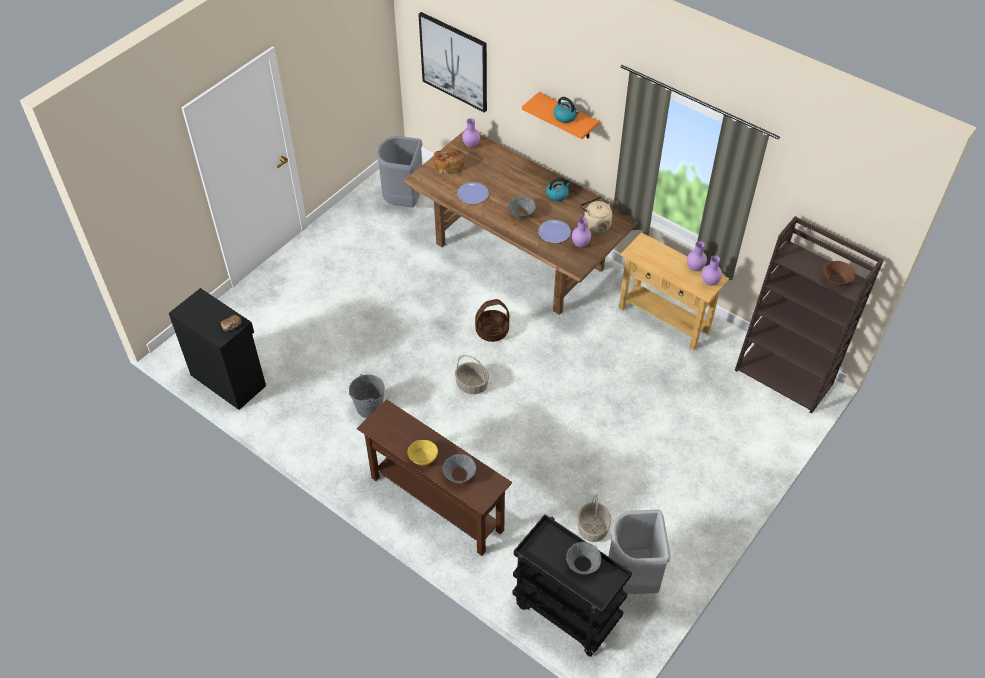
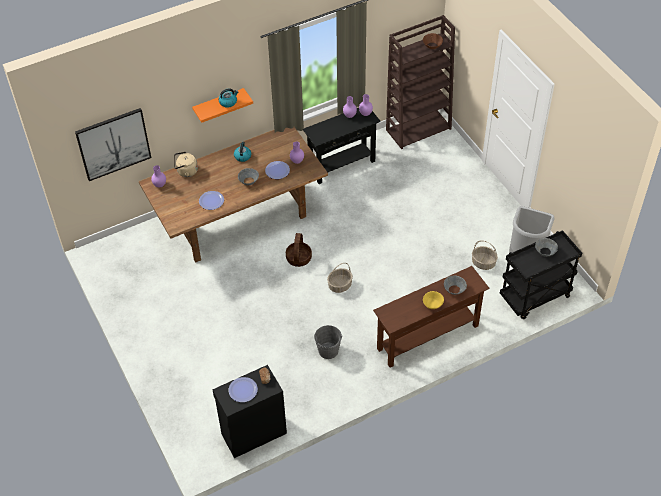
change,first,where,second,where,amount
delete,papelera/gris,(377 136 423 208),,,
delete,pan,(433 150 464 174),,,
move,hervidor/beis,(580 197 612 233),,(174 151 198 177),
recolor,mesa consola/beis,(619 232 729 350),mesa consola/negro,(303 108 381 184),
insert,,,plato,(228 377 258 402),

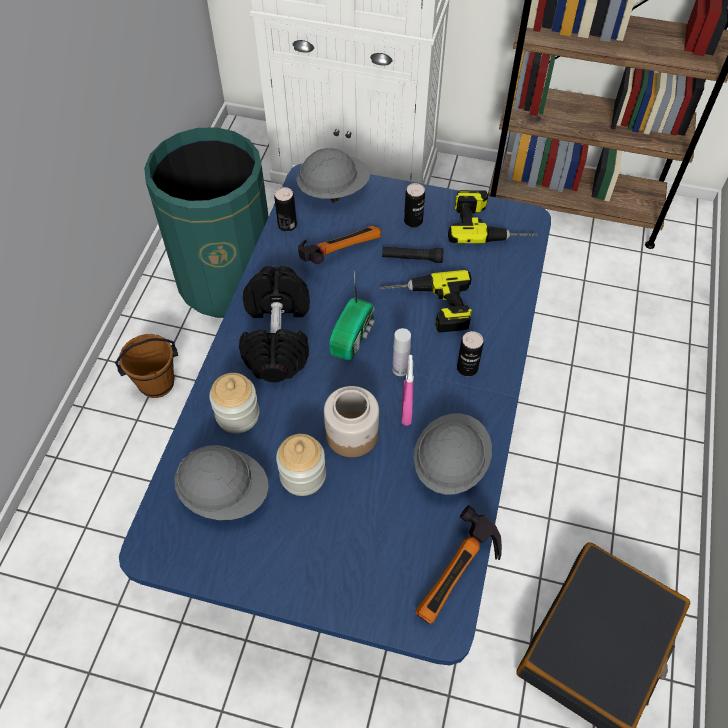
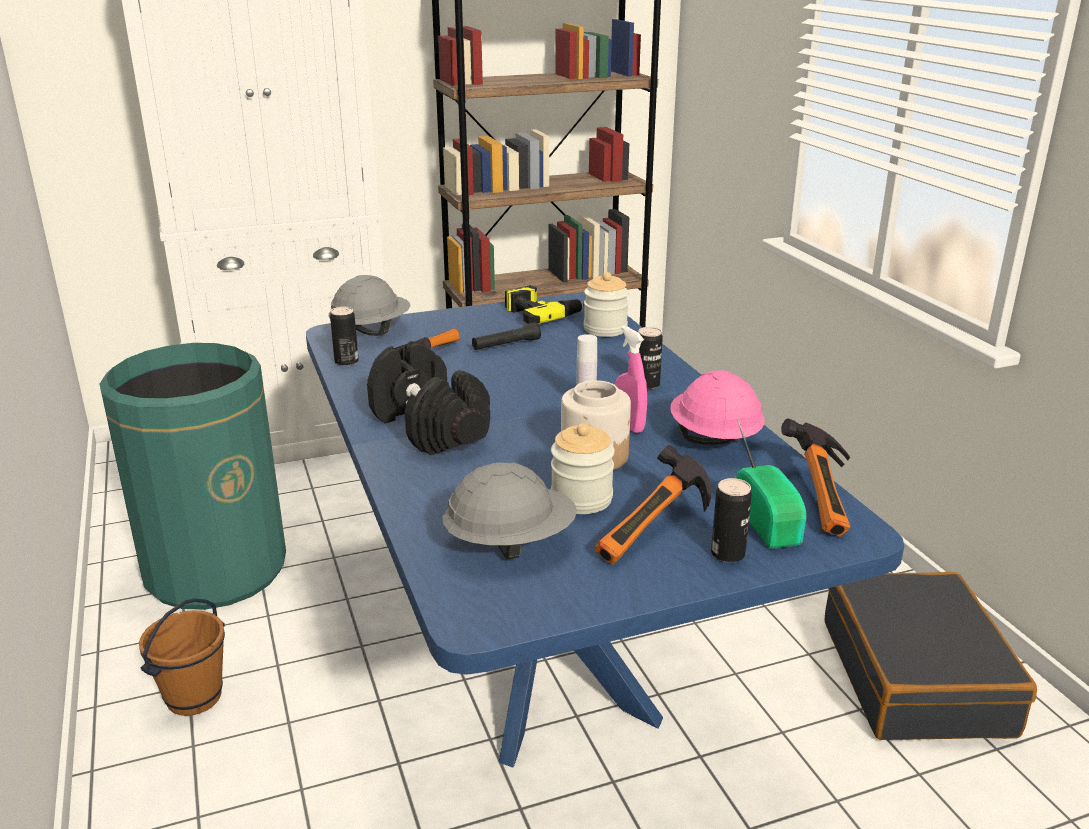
change,first,where,second,where,amount
move,lata,(404 183 425 227),,(711 478 752 563),
delete,taladro,(379 270 472 333),,,
move,radio,(329 272 375 361),,(735 420 806 549),
move,tarro,(209 373 260 433),,(584 272 629 337),
recolor,casco/gris,(414 413 492 495),casco/rosa,(670 370 765 445),
insert,,,martillo,(596 445 711 564),

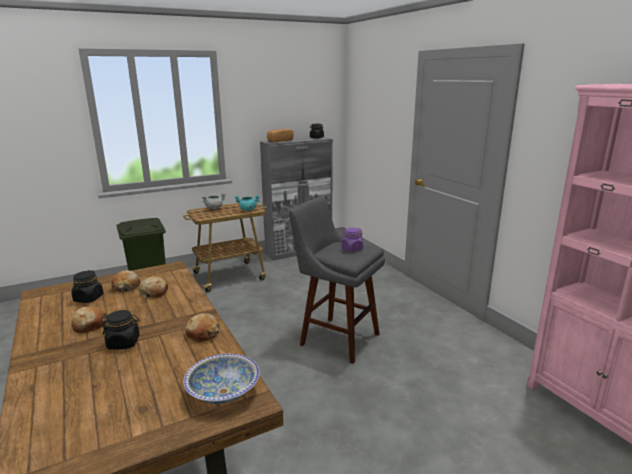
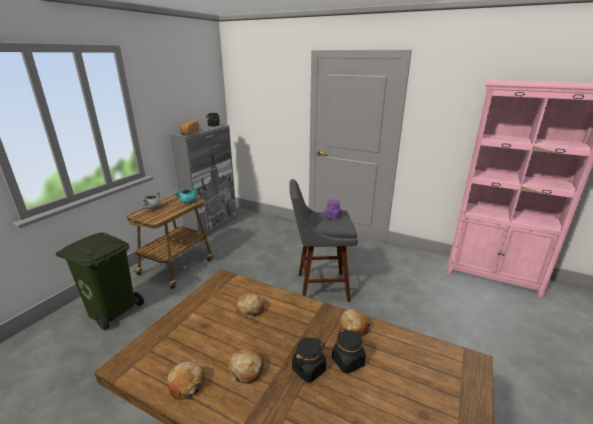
change,first,where,second,where,amount
move,tarro/negro,(71 270 103 303),,(332 329 366 373),
move,pan,(111 270 141 292),,(167 362 205 400),
delete,cuenco,(183 354 260 404),,,

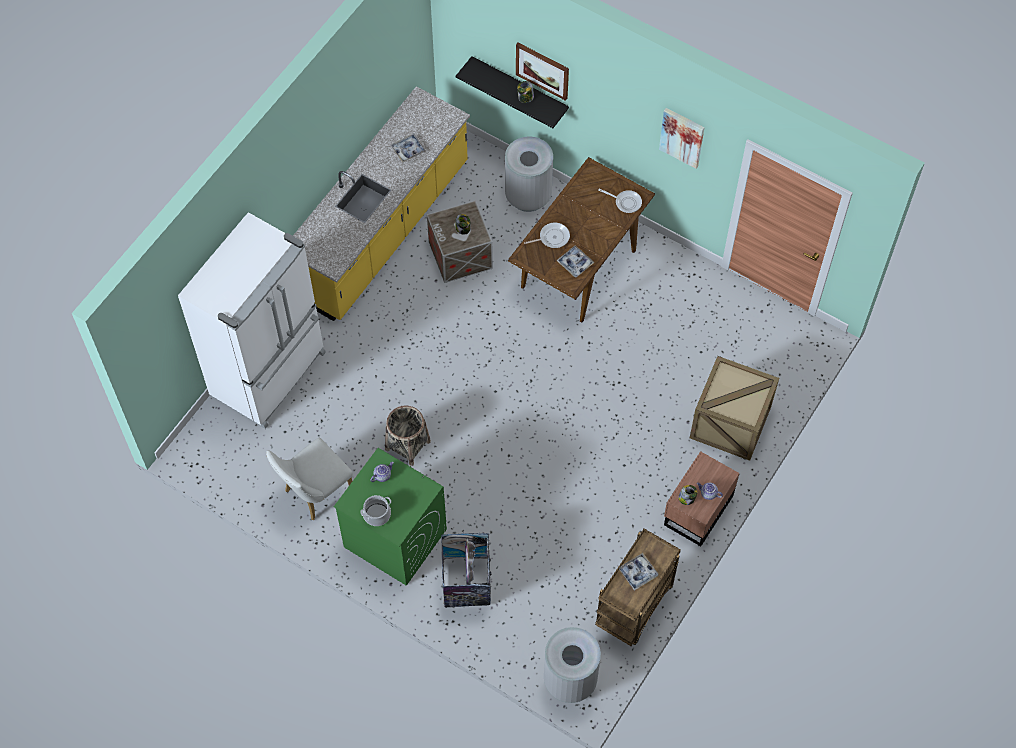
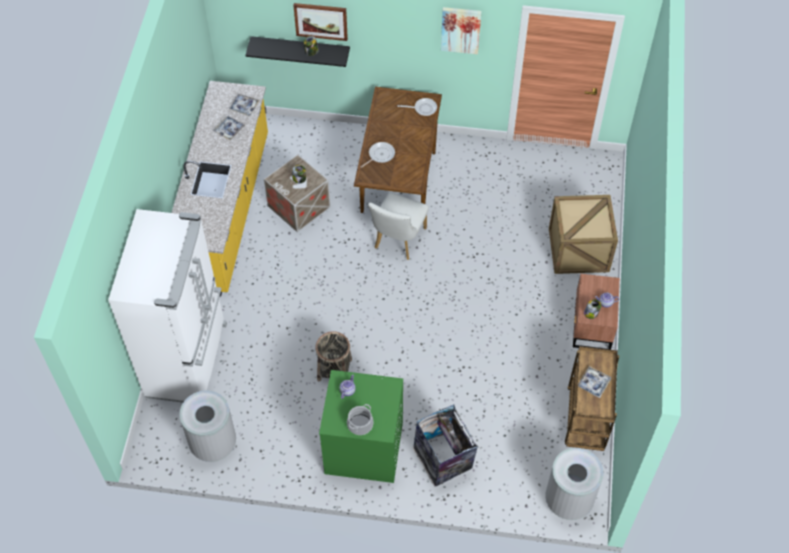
change,first,where,second,where,amount
move,papelera/gris,(505 137 553 212),,(179 390 236 462),
move,bandeja,(556 246 595 277),,(229 94 260 116),
move,silla/blanco,(266 438 353 520),,(368 193 429 260),

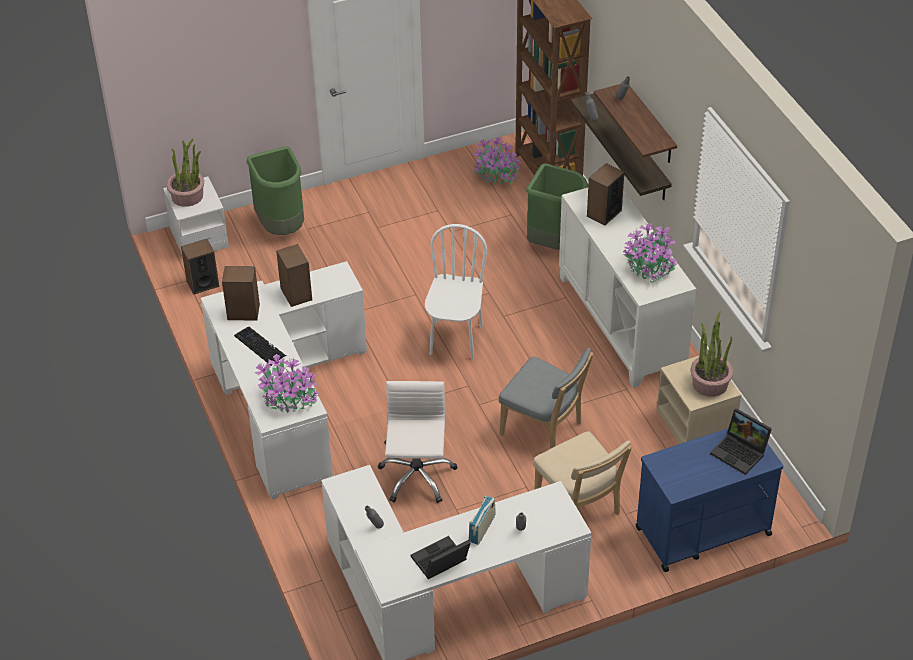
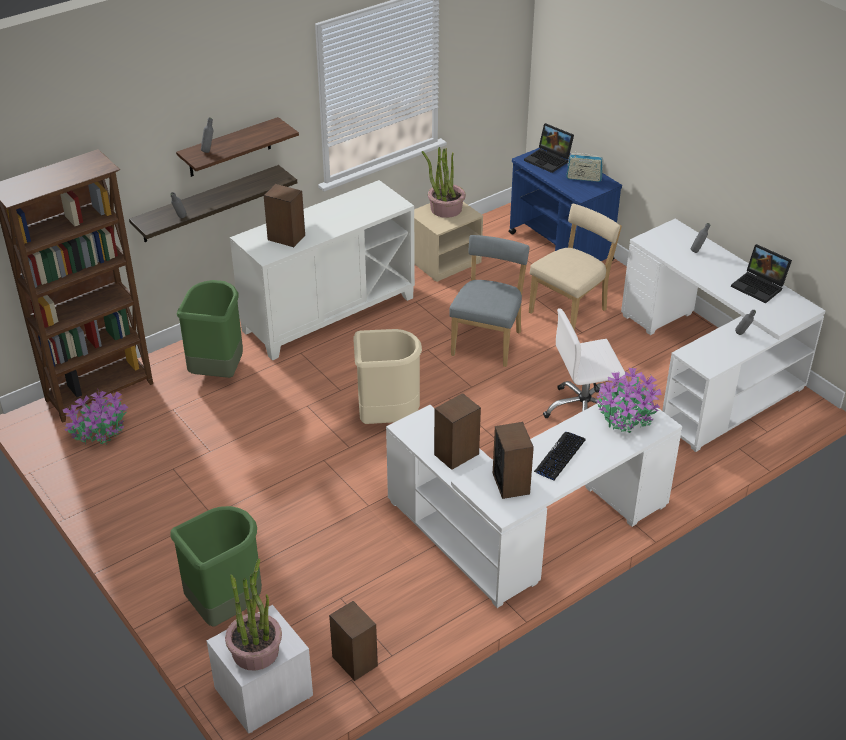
change,first,where,second,where,amount
delete,planta en maceta,(623 222 678 283),,,
replace,silla/blanco,(425 224 487 360),papelera/beis,(353 329 422 424),
rotate,portátil,(710 408 772 475),,(524 123 574 173),105 degrees clockwise
move,radio,(469 496 496 545),,(566 151 603 182),

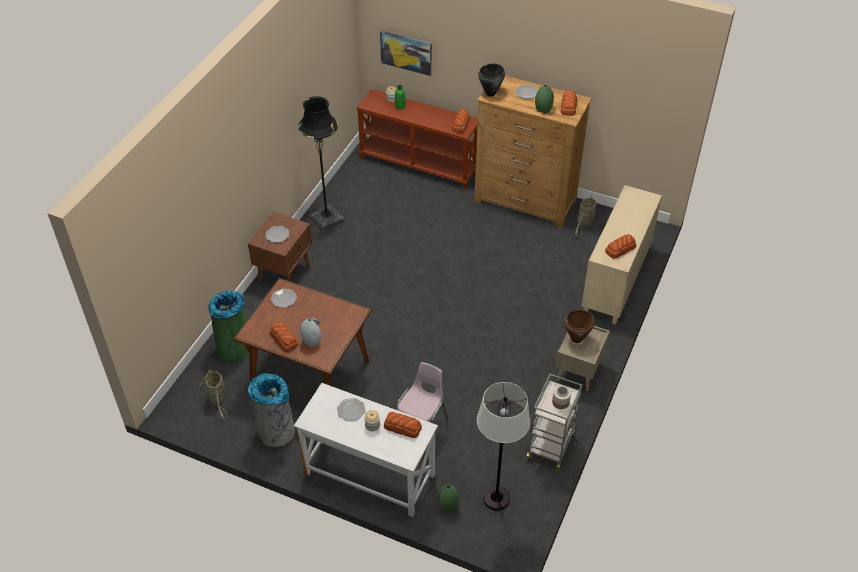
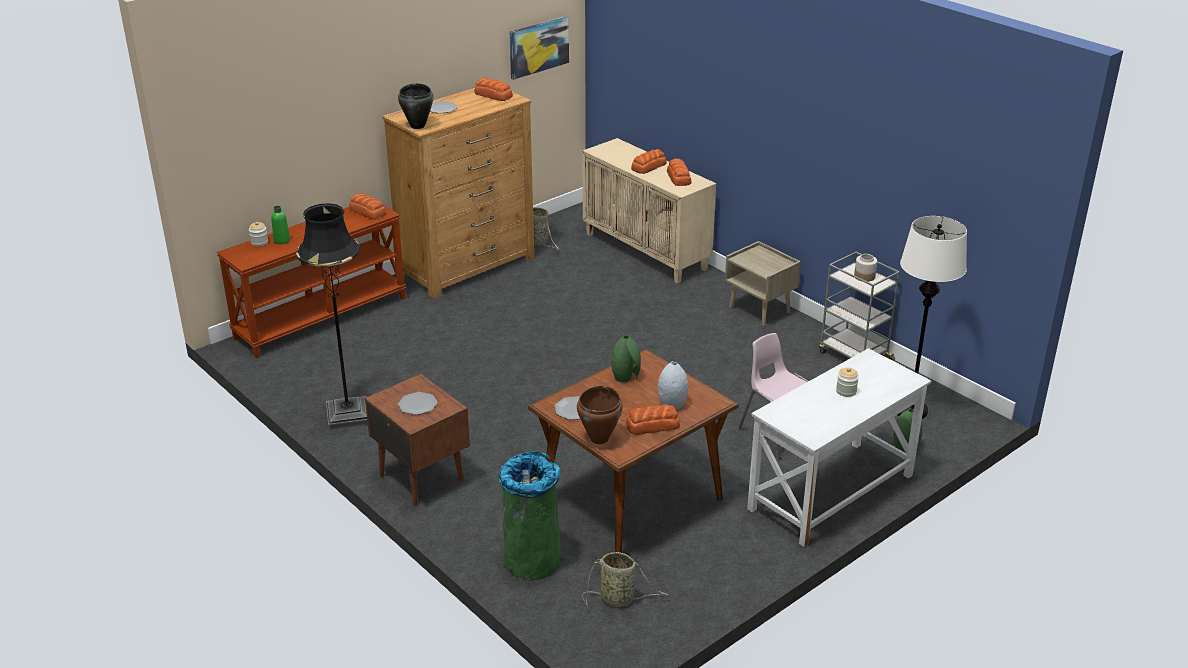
change,first,where,second,where,amount
move,cuadro,(380 31 432 76),,(509 16 569 80),
move,florero/verde,(535 85 554 114),,(611 336 641 382),
move,olla/marrón,(564 310 595 343),,(577 386 623 444),
delete,papelera/gris,(248 373 295 447),,,
delete,plato,(337 398 366 421),,,
move,pan,(384 412 422 438),,(631 149 667 174),

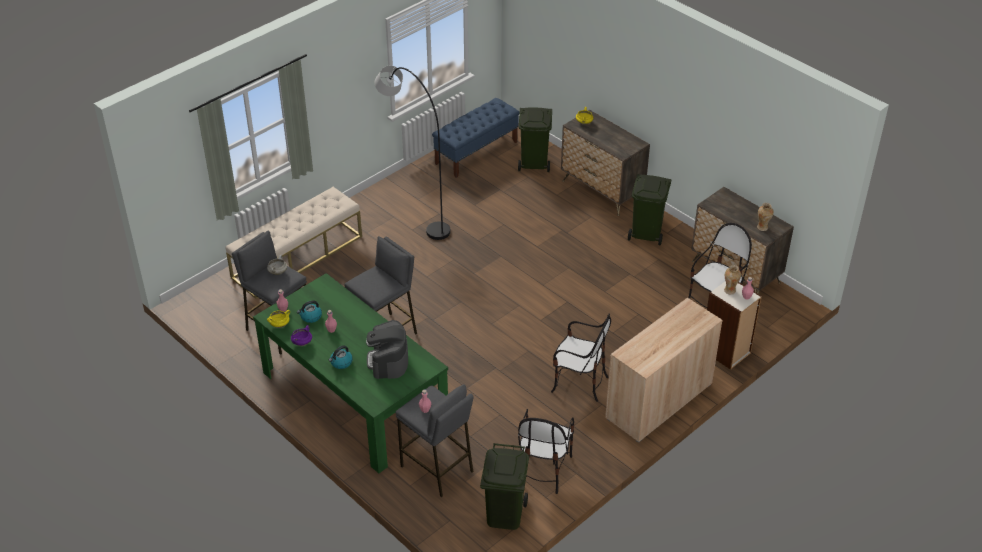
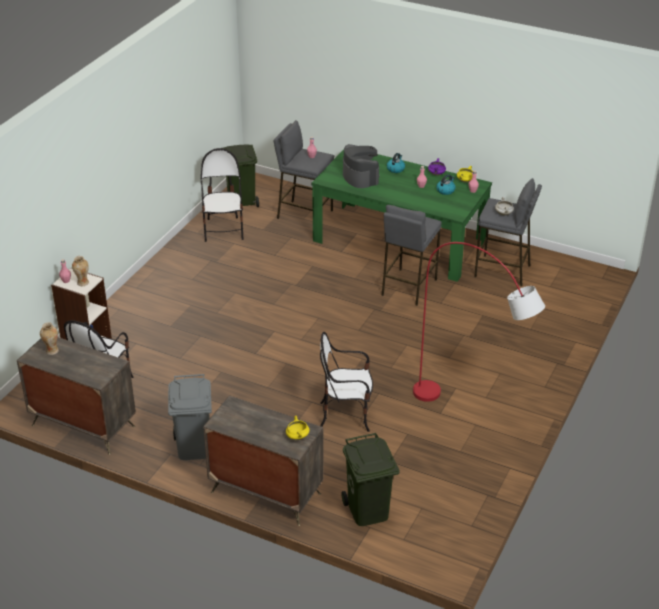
change,first,where,second,where,amount
recolor,lámpara de pie/negro,(375 66 450 240),lámpara de pie/rojo,(413 242 545 402),
delete,banco/azul,(432 98 520 178),,,
recolor,papelera/verde,(628 174 672 245),papelera/gris,(168 374 212 460),
delete,banco/beis,(225 187 362 299),,,
delete,armario/beis,(605 298 723 443),,,
move,silla,(551 314 611 402),,(320 332 373 432),

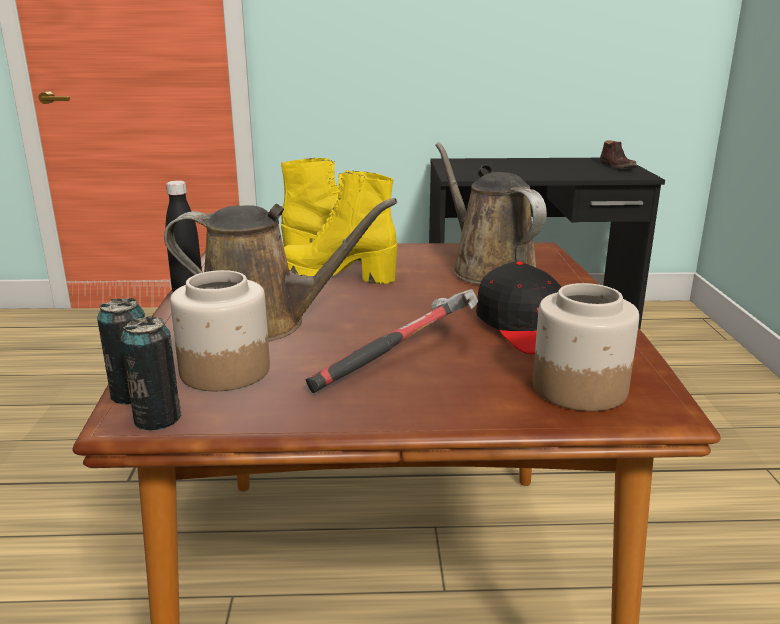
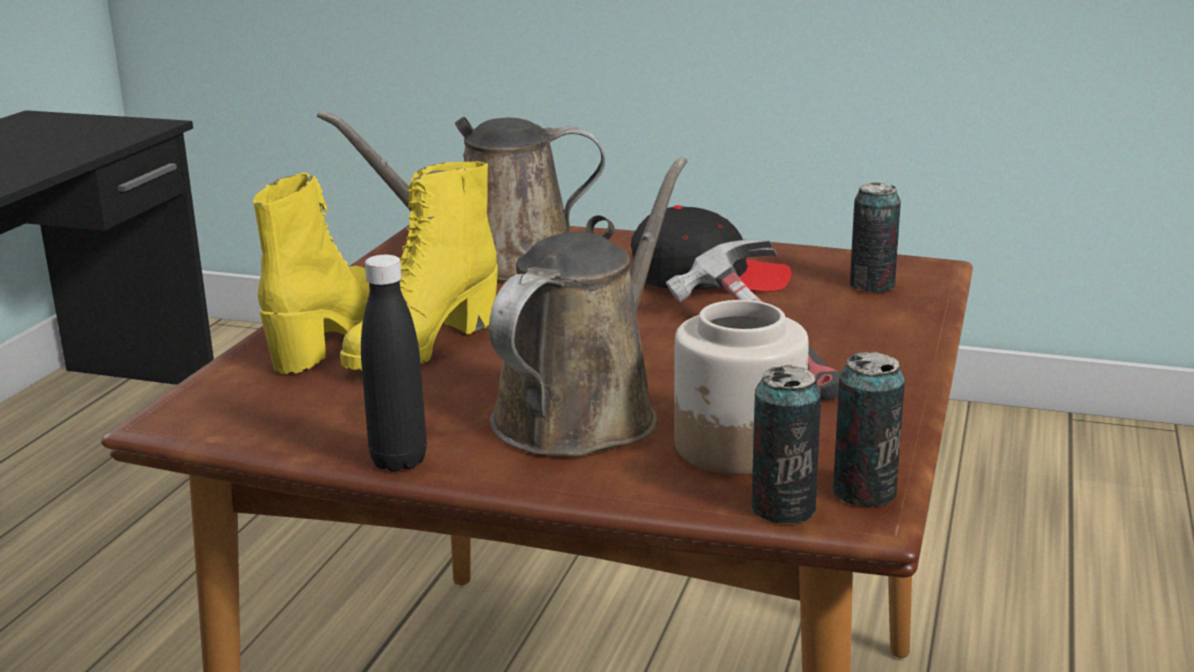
change,first,where,second,where,amount
delete,zapato/marrón,(599 140 637 169),,,
replace,tarro,(533 283 639 411),lata,(850 182 901 293),

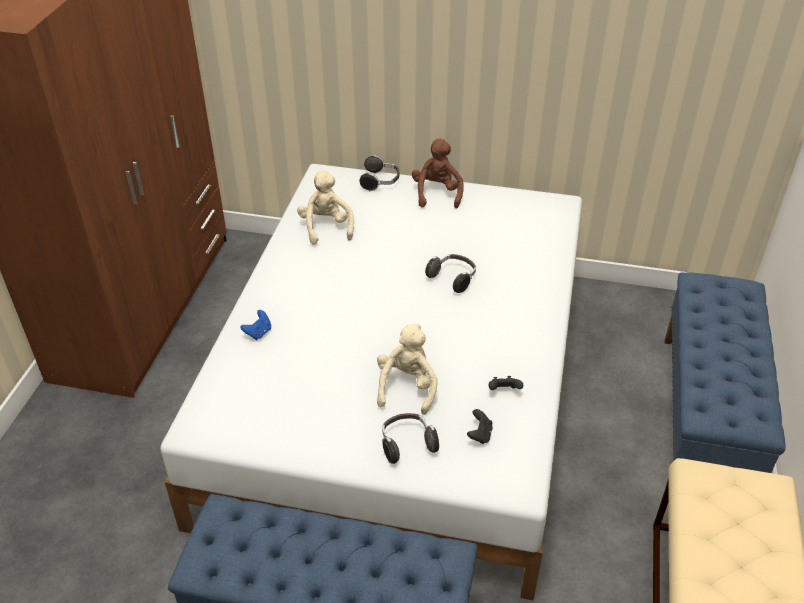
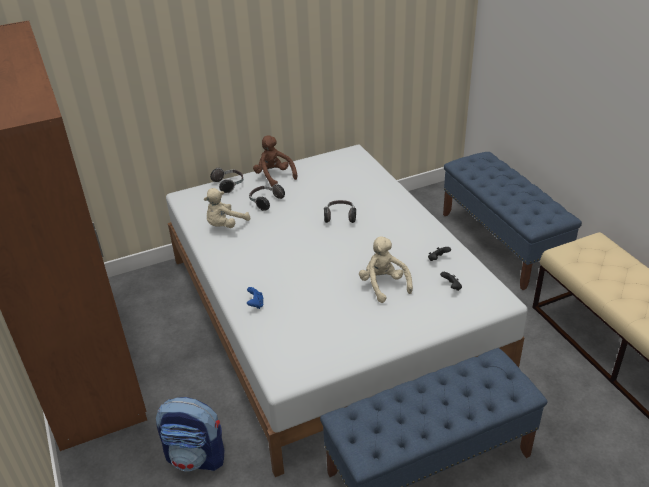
change,first,where,second,where,amount
rotate,peluche/beis,(297 171 354 245),,(204 188 250 228),90 degrees counterclockwise
move,auriculares,(382 413 439 464),,(249 184 285 211),
insert,,,mochila,(156 397 225 471),

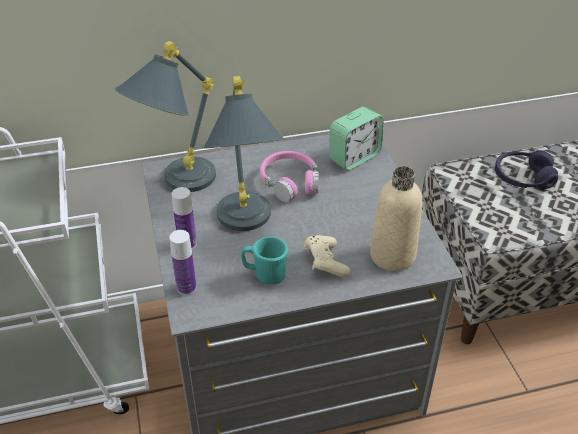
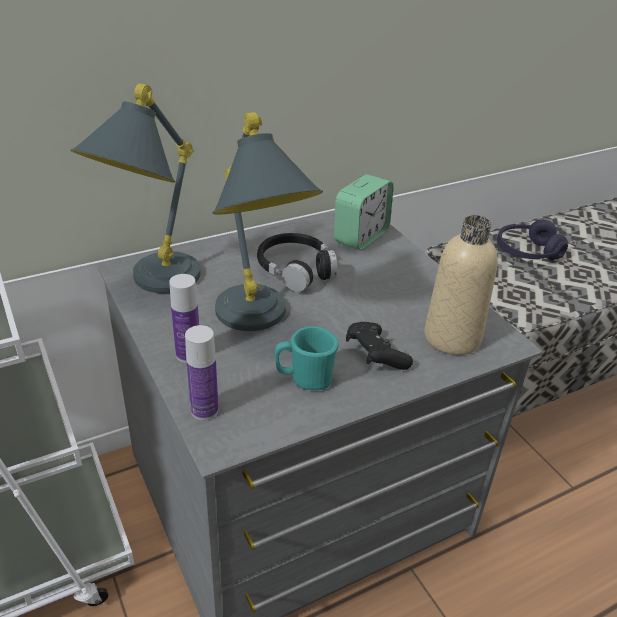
change,first,where,second,where,amount
recolor,auriculares/rosa,(260 151 319 202),auriculares/negro,(257 233 337 292),
recolor,mando de consola/beis,(304 235 351 277),mando de consola/negro,(346 322 413 370),

